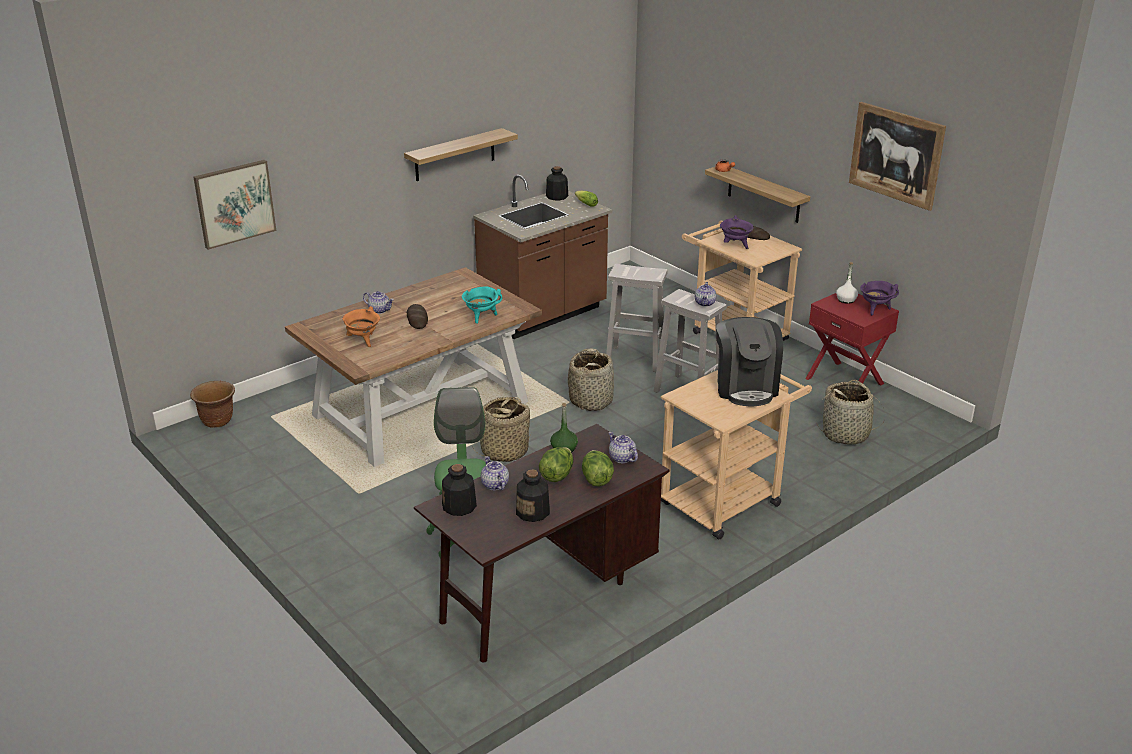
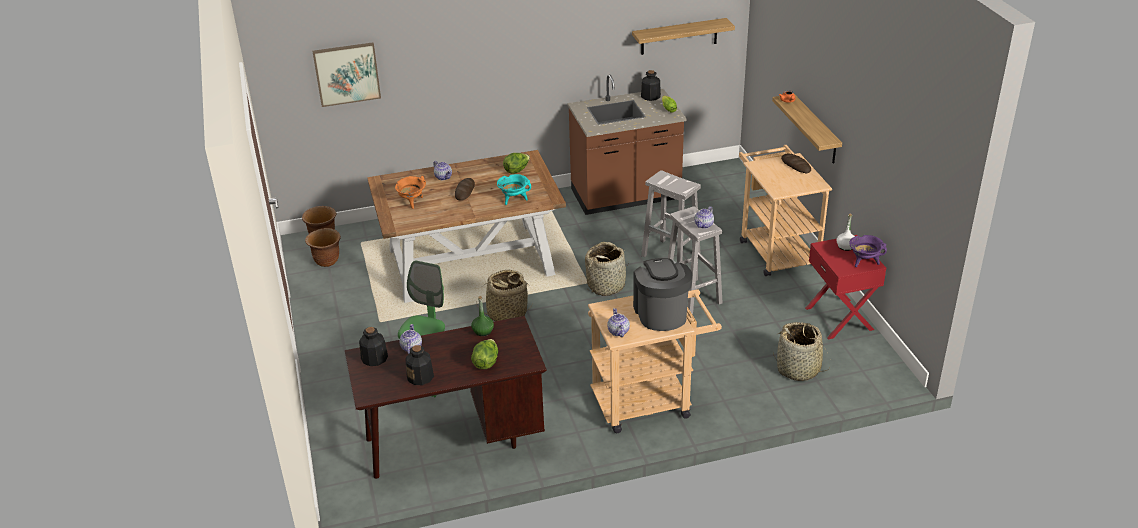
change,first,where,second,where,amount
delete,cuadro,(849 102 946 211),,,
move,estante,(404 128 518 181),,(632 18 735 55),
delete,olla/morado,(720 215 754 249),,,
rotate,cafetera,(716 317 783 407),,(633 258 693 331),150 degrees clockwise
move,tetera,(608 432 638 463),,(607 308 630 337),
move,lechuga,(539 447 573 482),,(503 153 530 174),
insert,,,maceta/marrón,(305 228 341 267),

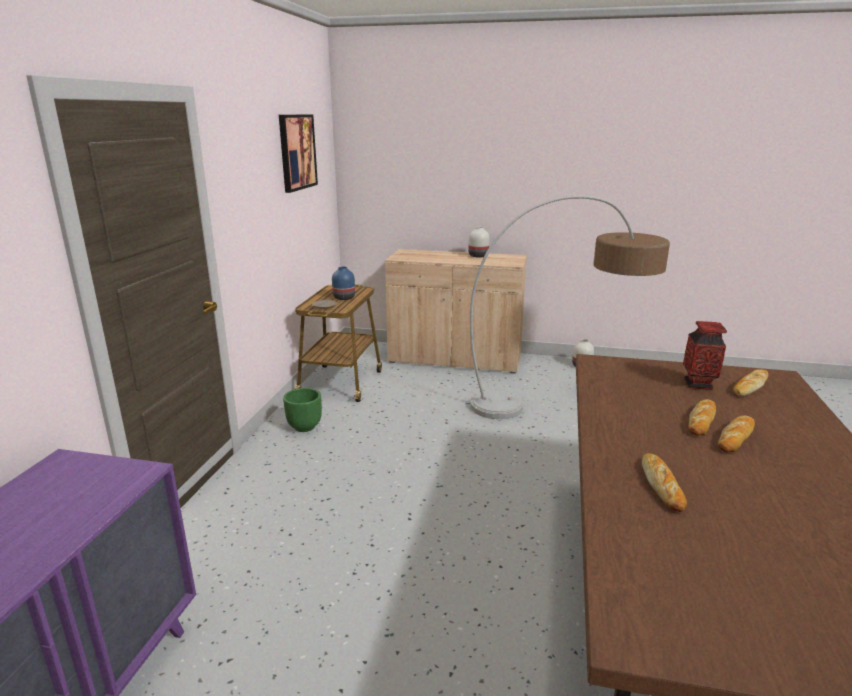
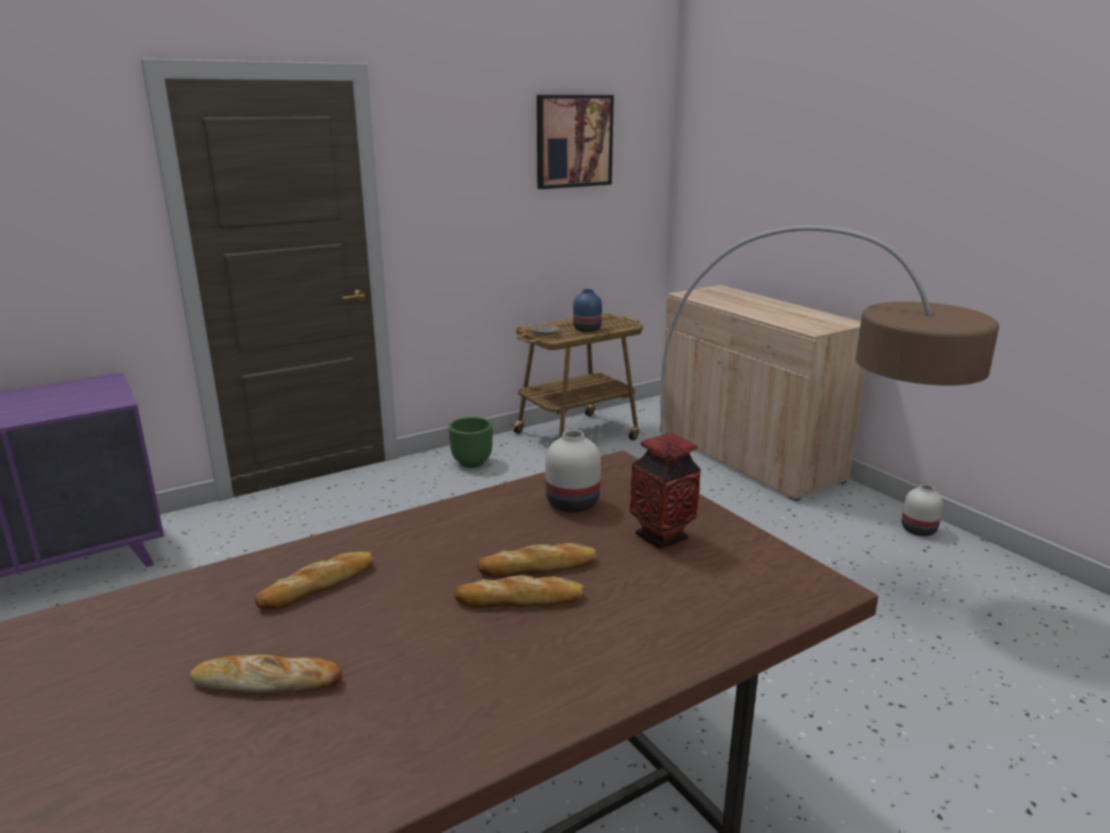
change,first,where,second,where,amount
move,florero/blanco,(468 227 490 258),,(545 430 601 513),
move,pan,(733 369 768 396),,(190 655 343 693),

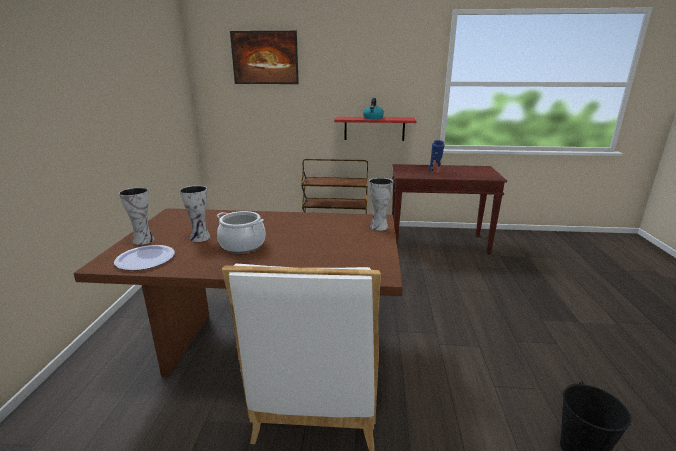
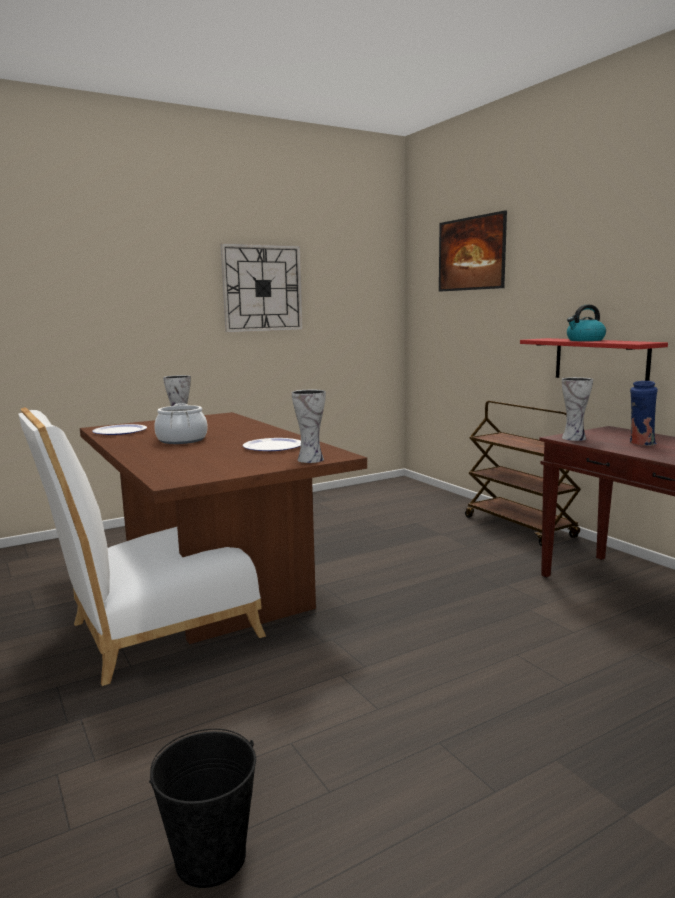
change,first,where,second,where,amount
move,florero,(119 187 154 245),,(562 377 593 441),
insert,,,reloj de pared,(221 243 303 333),
insert,,,plato,(243 438 301 451),

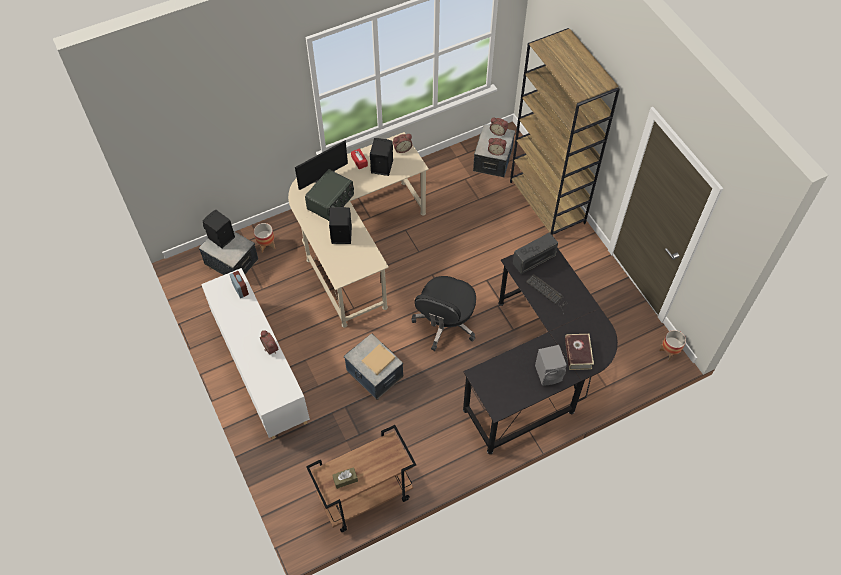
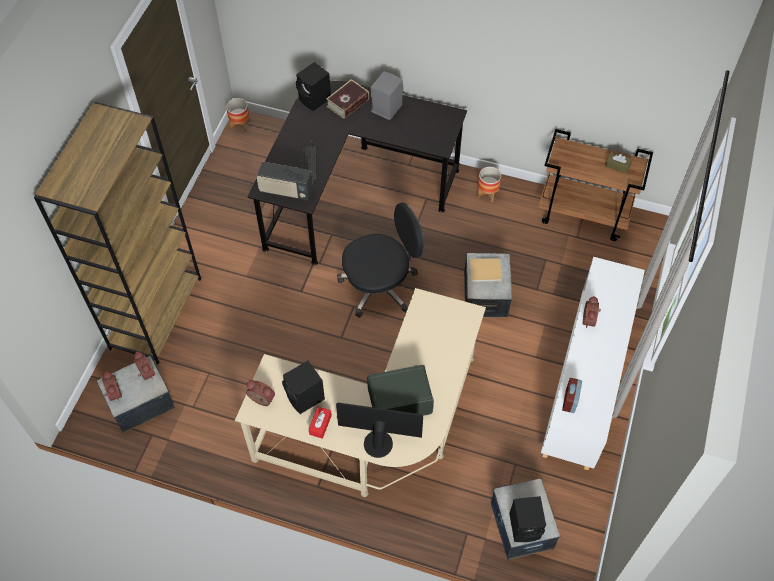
change,first,where,second,where,amount
move,altavoz/negro,(329 207 352 244),,(296 62 331 111),
move,maceta,(254 223 275 253),,(477 167 501 203),

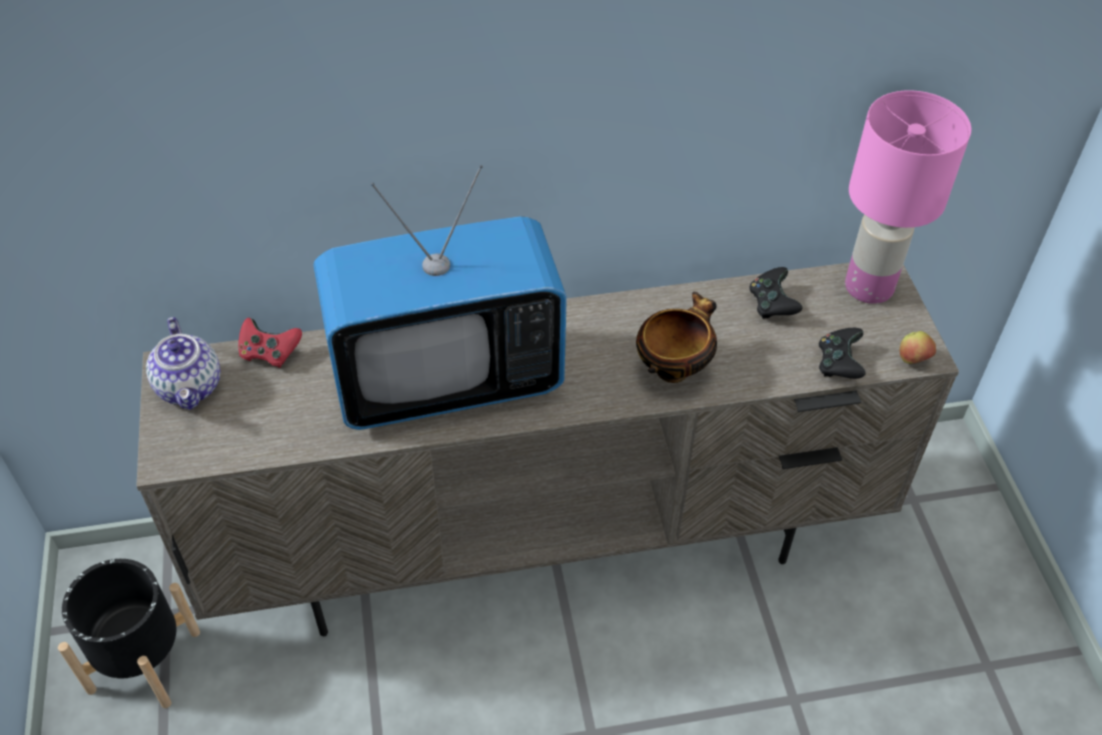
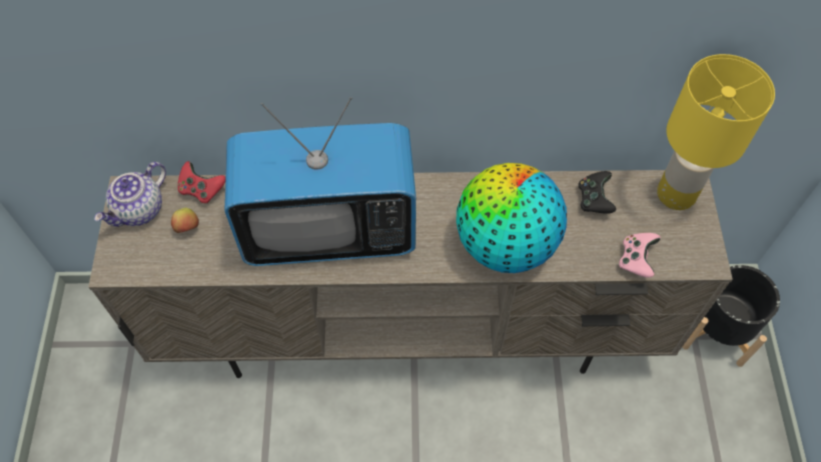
change,first,where,second,where,amount
recolor,lámpara de mesa/rosa,(845 90 971 304),lámpara de mesa/amarillo,(657 54 775 210),
replace,cuenco,(636 292 717 383),globo terráqueo,(456 163 567 273),
rotate,tetera,(146 317 220 410),,(94 162 166 227),45 degrees clockwise
recolor,mando de consola/negro,(819 328 866 379),mando de consola/rosa,(619 233 661 278),
move,manzana,(900 331 936 364),,(171 208 199 233),
move,maceta/negro,(58 559 200 708),,(682 265 780 367),

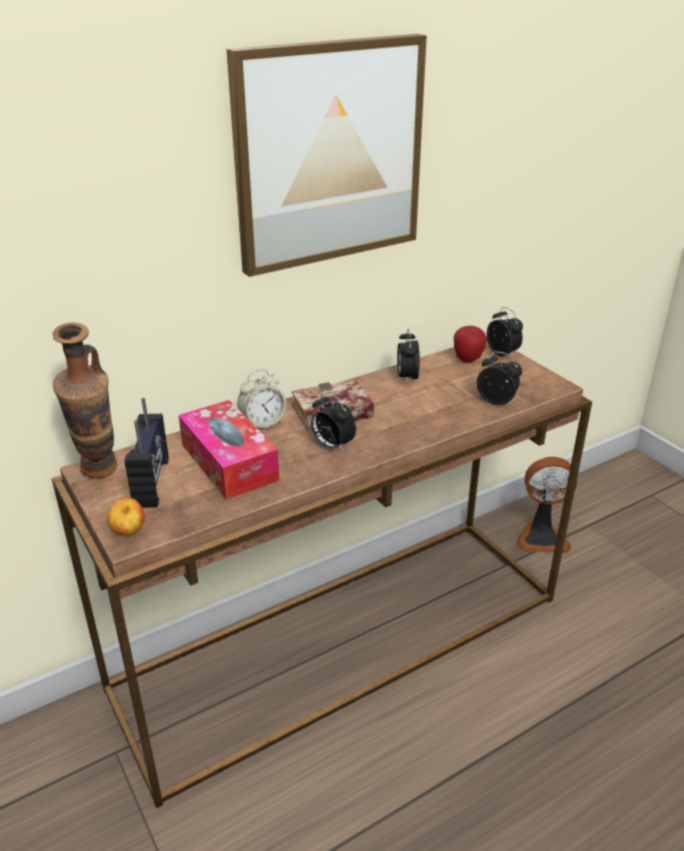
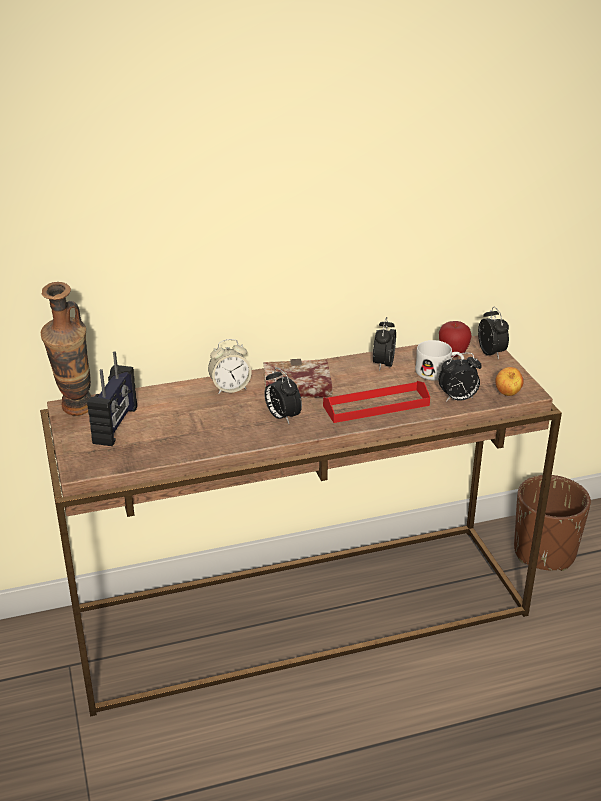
change,first,where,second,where,amount
delete,cuadro,(226 34 427 277),,,
rotate,despertador,(477 351 522 405),,(438 352 482 402),120 degrees clockwise
delete,caja de pañuelos,(179 400 279 500),,,
replace,ventilador,(516 457 577 552),maceta/marrón,(514 475 591 571),
move,manzana,(107 498 145 536),,(495 367 523 396),
insert,,,taza grande/blanco,(415 340 464 380),
insert,,,bandeja/rojo,(323 381 430 423),

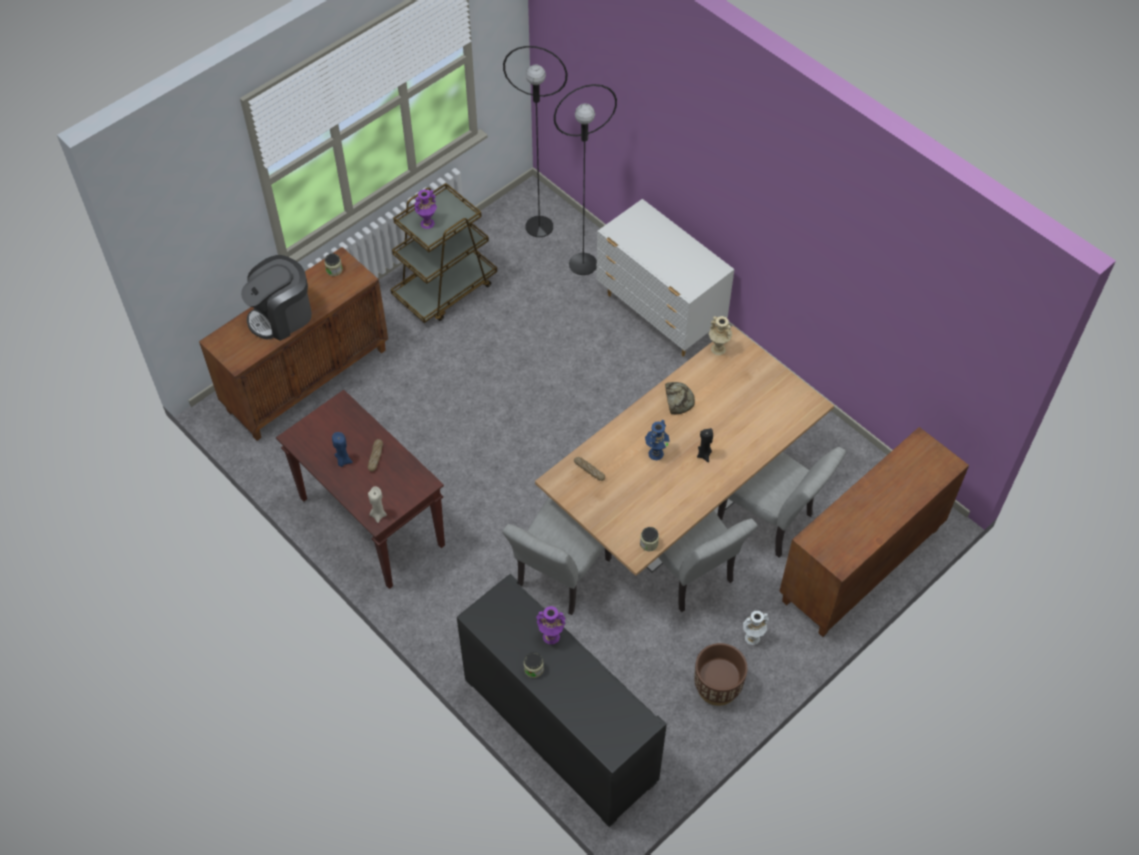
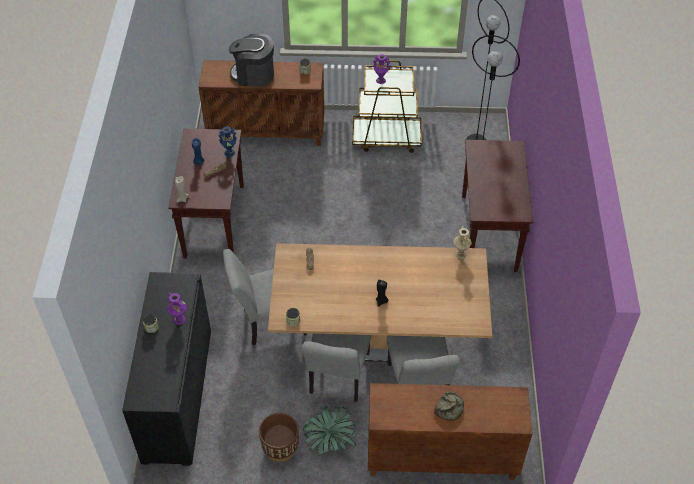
change,first,where,second,where,amount
replace,cómoda/blanco,(596 199 734 357),mesa consola/marrón,(462 140 533 272),
move,pan,(665 382 695 415),,(434 390 464 421),
move,florero/azul,(645 420 670 460),,(218 127 237 157),
replace,florero/blanco,(743 611 769 645),planta en maceta,(303 406 357 456),

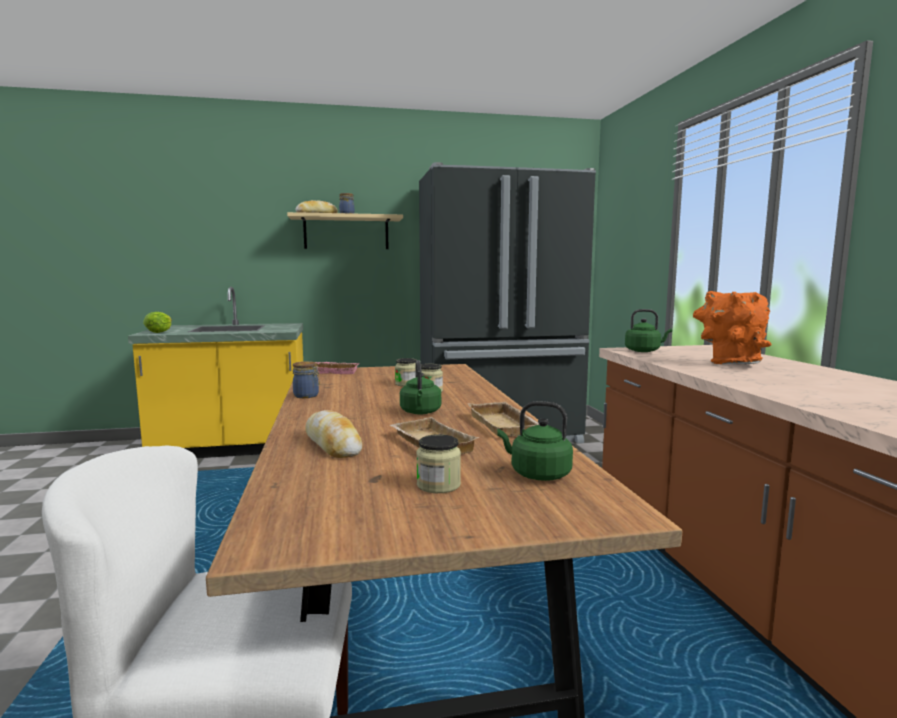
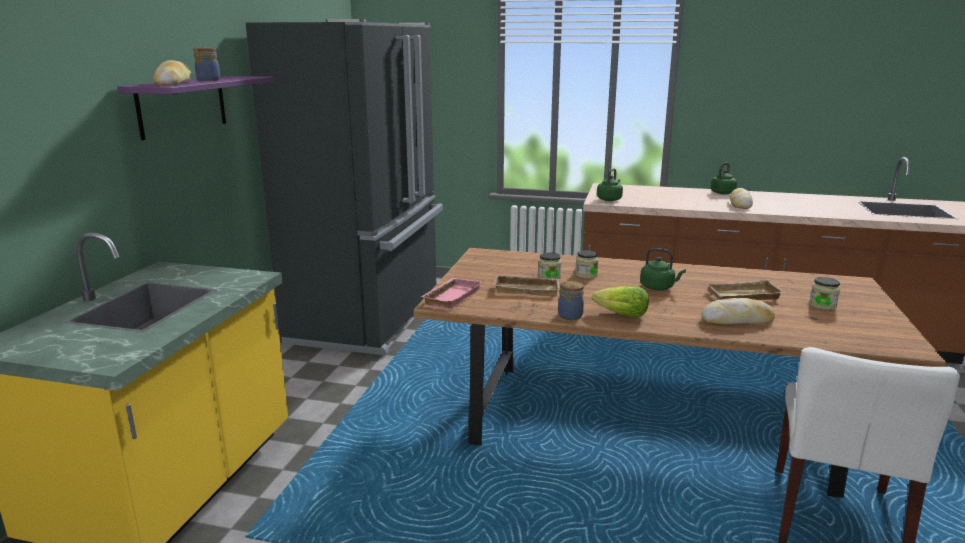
change,first,where,second,where,amount
recolor,estante/beis,(287 212 403 249),estante/morado,(117 76 273 140),
delete,florero/naranja,(693 291 771 364),,,
move,lechuga,(143 312 172 333),,(592 286 649 318),
move,hervidor/verde,(497 401 573 481),,(711 163 737 194),
move,bandeja/beis,(467 402 539 438),,(493 275 559 296),
insert,,,pan,(730 188 753 209),

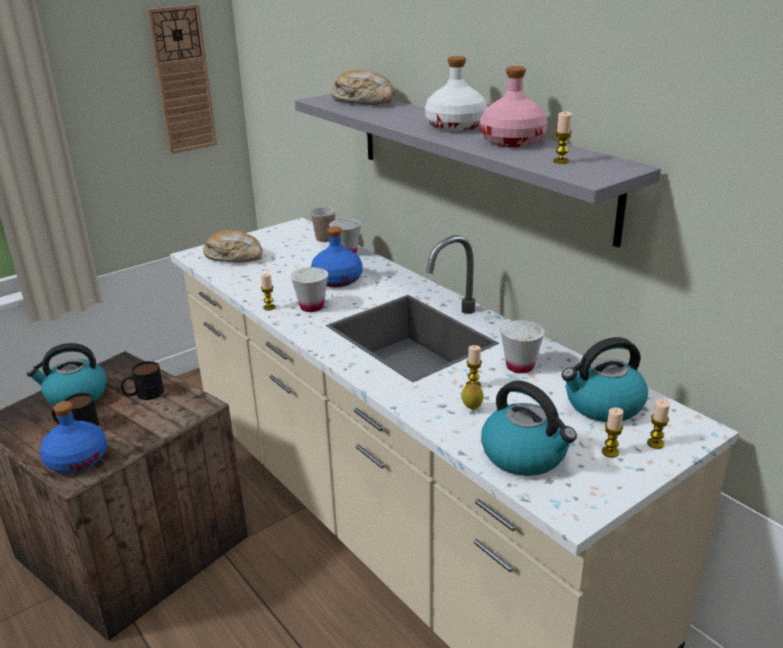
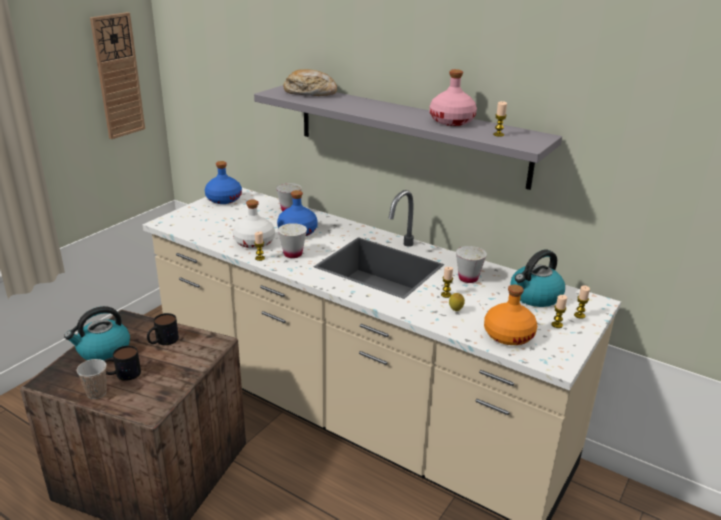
change,first,where,second,where,amount
move,botella/blanco,(425 56 487 132),,(233 200 275 249),
move,taza,(310 207 336 242),,(77 359 107 399),
delete,pan,(203 230 262 263),,,
replace,hervidor,(481 381 577 476),botella/naranja,(484 285 537 345),
move,botella/azul,(40 401 107 473),,(205 161 242 204),

